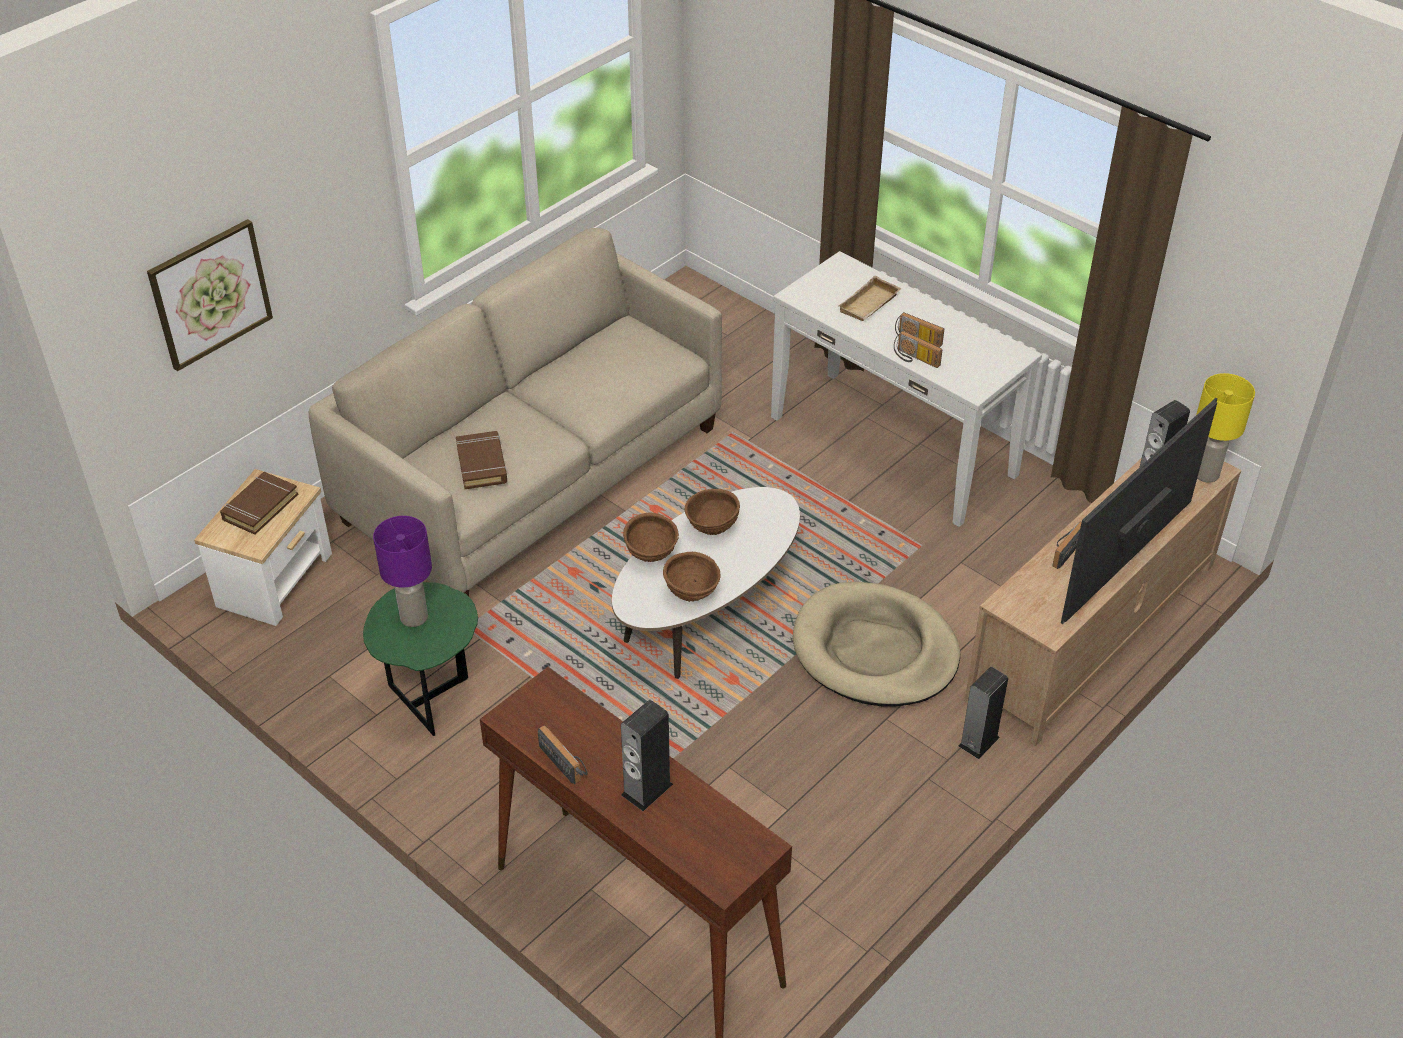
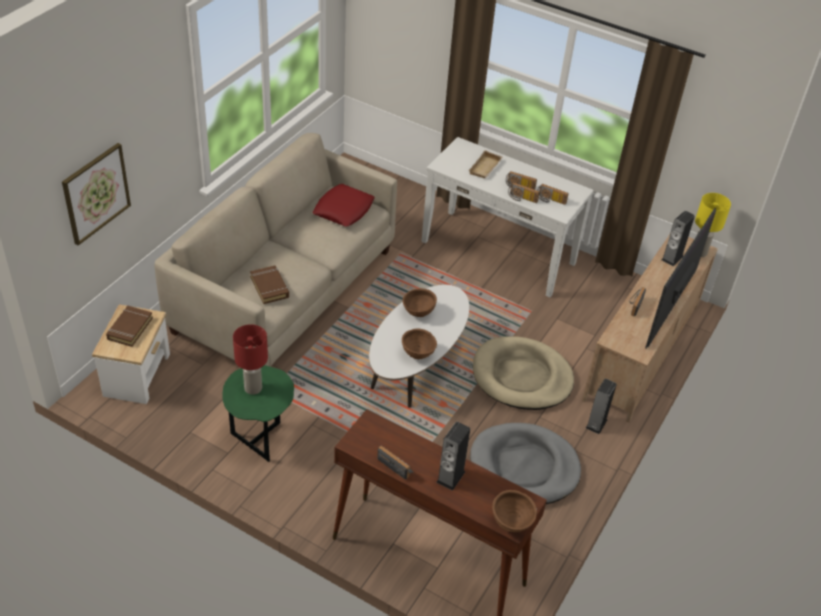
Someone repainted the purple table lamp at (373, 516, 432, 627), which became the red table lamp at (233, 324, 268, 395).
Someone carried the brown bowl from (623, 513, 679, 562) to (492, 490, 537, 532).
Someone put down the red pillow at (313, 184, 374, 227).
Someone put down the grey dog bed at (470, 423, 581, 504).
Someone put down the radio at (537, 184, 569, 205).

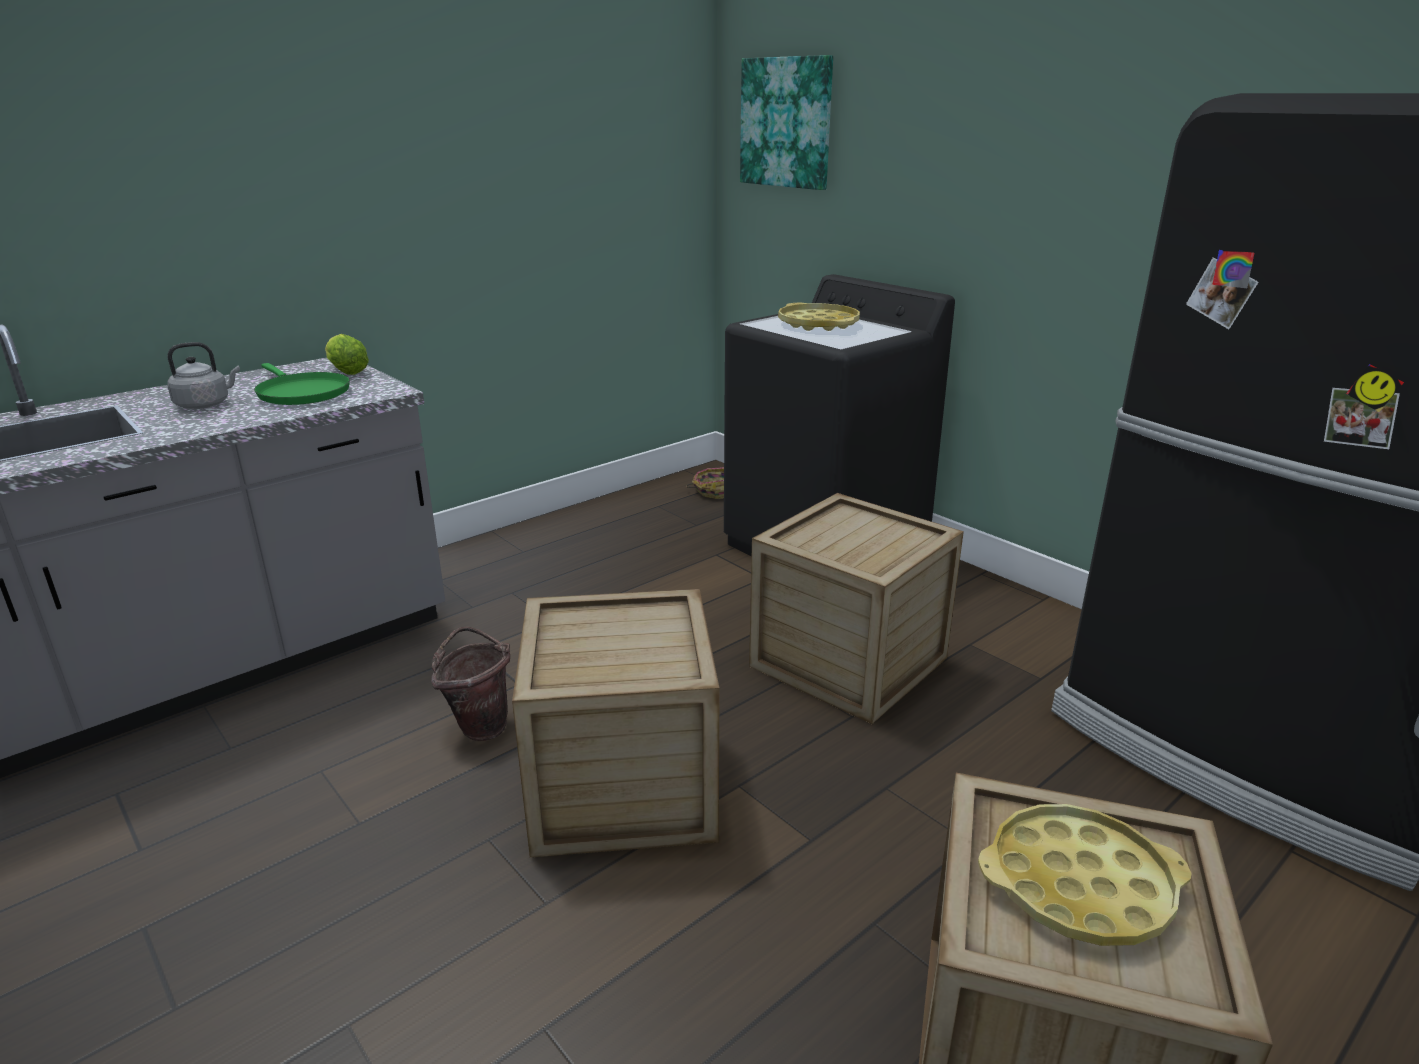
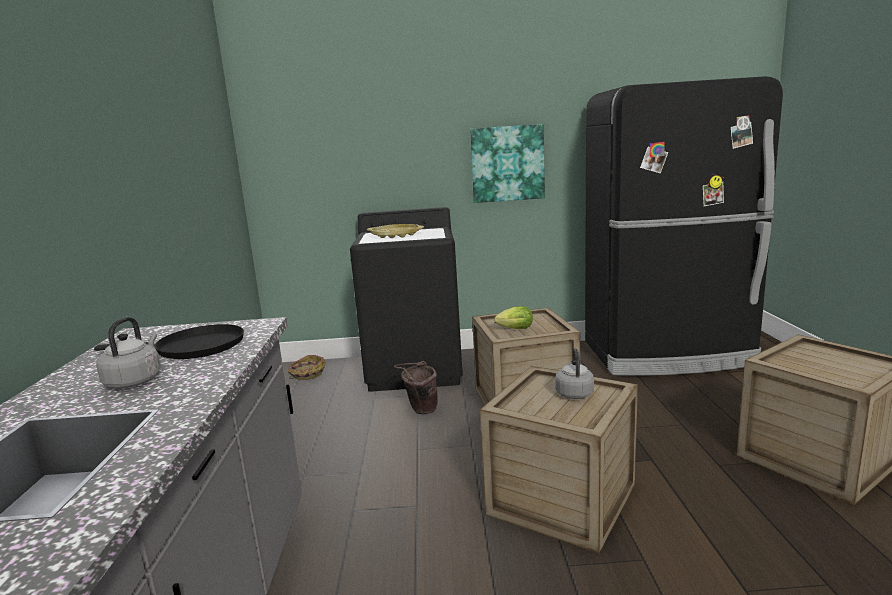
Someone repainted the green frying pan at (254, 363, 350, 405), which became the black frying pan at (94, 324, 244, 359).
Someone carried the lettuce from (325, 334, 369, 375) to (494, 306, 533, 329).
Someone carried the brown bucket from (431, 627, 510, 741) to (394, 361, 437, 414).
Someone carried the picture from (740, 55, 833, 190) to (470, 124, 545, 203).
Someone took away the yellow tray at (978, 804, 1192, 946).
Someone put down the grey kettle at (555, 348, 594, 399).

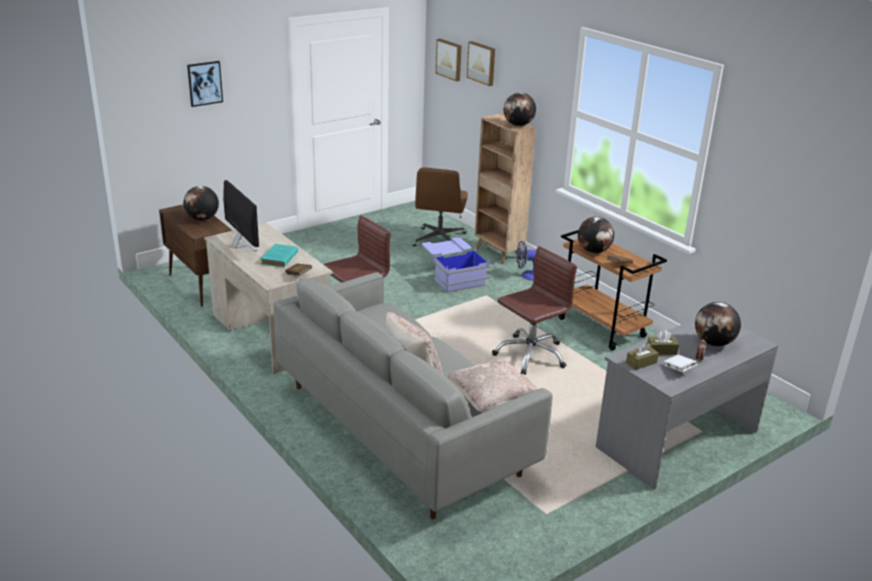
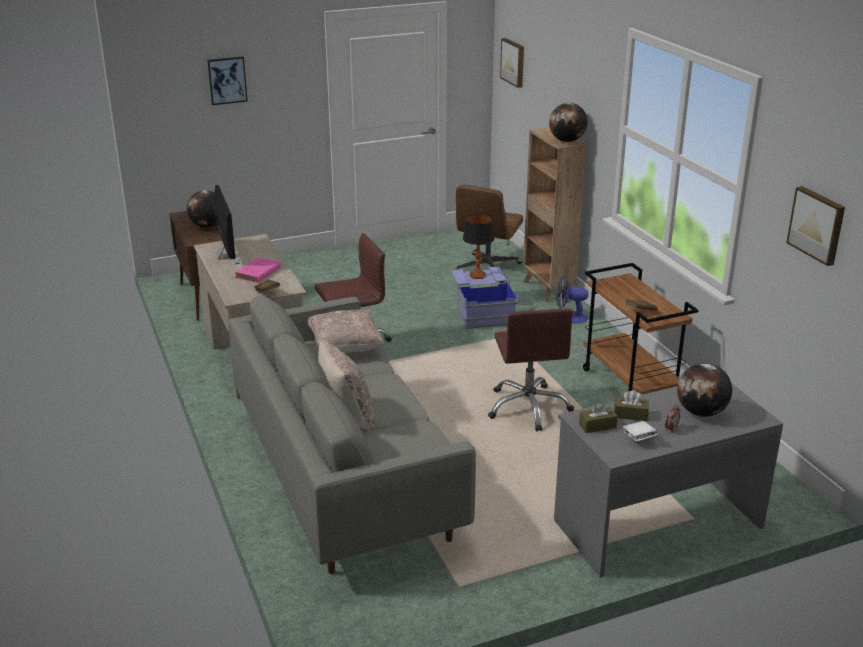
Someone repainted the turquoise book at (261, 244, 298, 267), which became the pink book at (235, 257, 281, 283).
Someone carried the beige pillow from (447, 358, 538, 413) to (308, 310, 384, 354).
Someone carried the picture from (467, 41, 495, 86) to (786, 186, 845, 266).
Someone rotated the brown office chair at (492, 246, 577, 375) by 105 degrees clockwise.
Someone took away the globe at (578, 217, 614, 253).
Someone put down the table lamp at (463, 214, 494, 279).

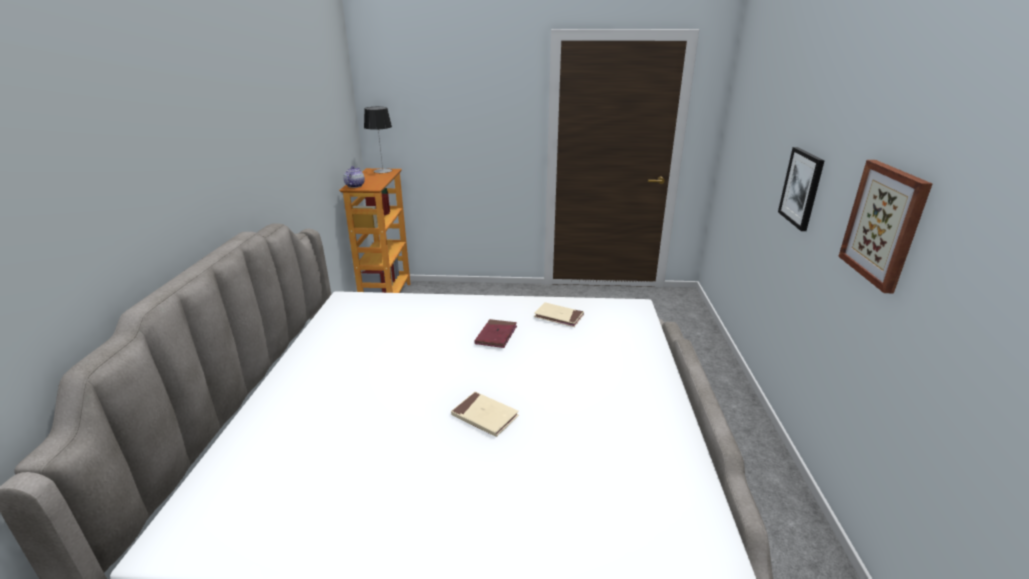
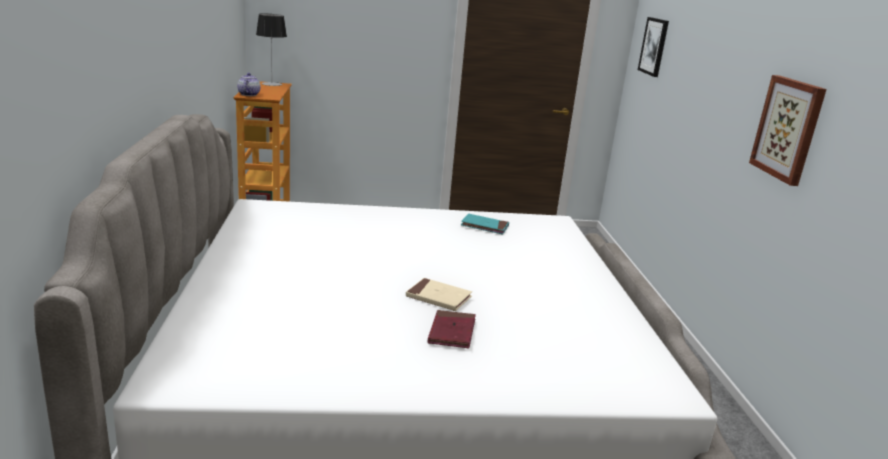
Someone carried the red book from (475, 319, 517, 348) to (428, 310, 476, 348).
Someone repainted the beige book at (534, 302, 584, 327), which became the turquoise book at (461, 214, 509, 235).
Someone carried the picture from (778, 147, 825, 231) to (638, 17, 669, 77).

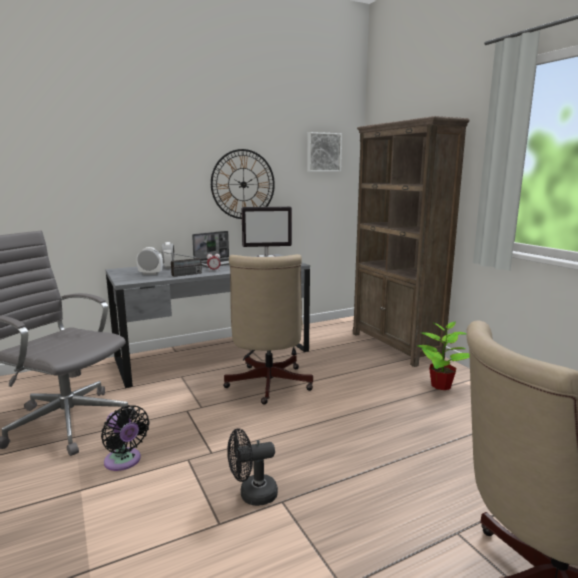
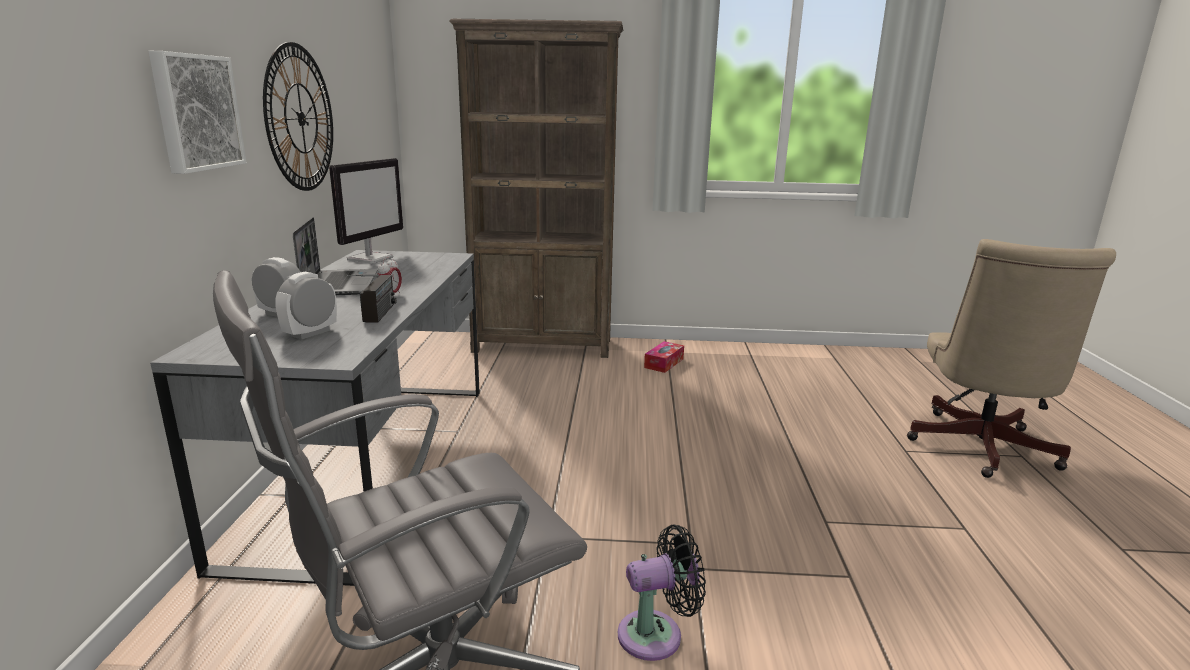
Someone took away the beige office chair at (223, 254, 313, 404).
Someone took away the black fan at (227, 428, 278, 506).
Someone carried the picture from (307, 132, 342, 172) to (148, 51, 246, 174).
Someone swapped the potted plant at (417, 321, 470, 390) for the tissue box at (644, 341, 684, 373).

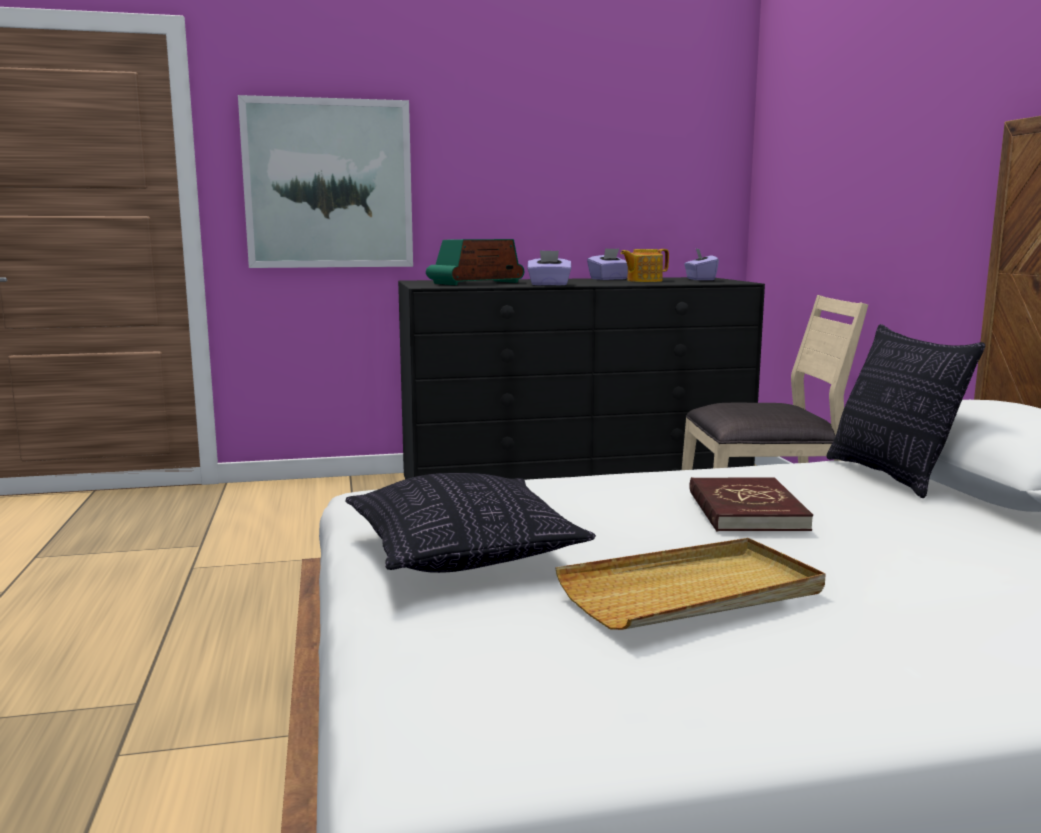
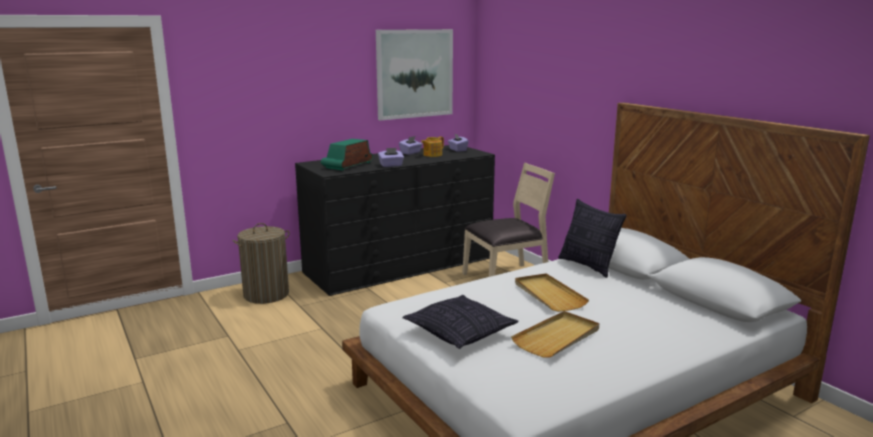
Someone carried the picture from (238, 95, 413, 268) to (376, 29, 453, 120).
Someone swapped the red book at (689, 477, 813, 531) for the beige tray at (515, 273, 589, 312).
Someone put down the laundry basket at (233, 223, 290, 304).

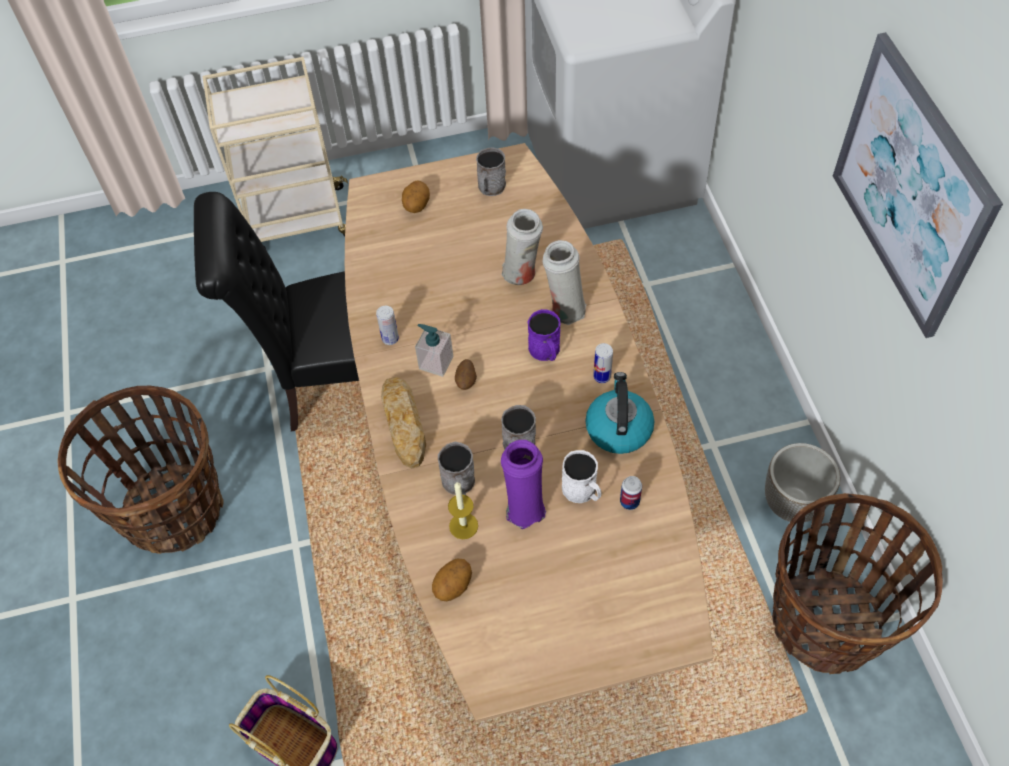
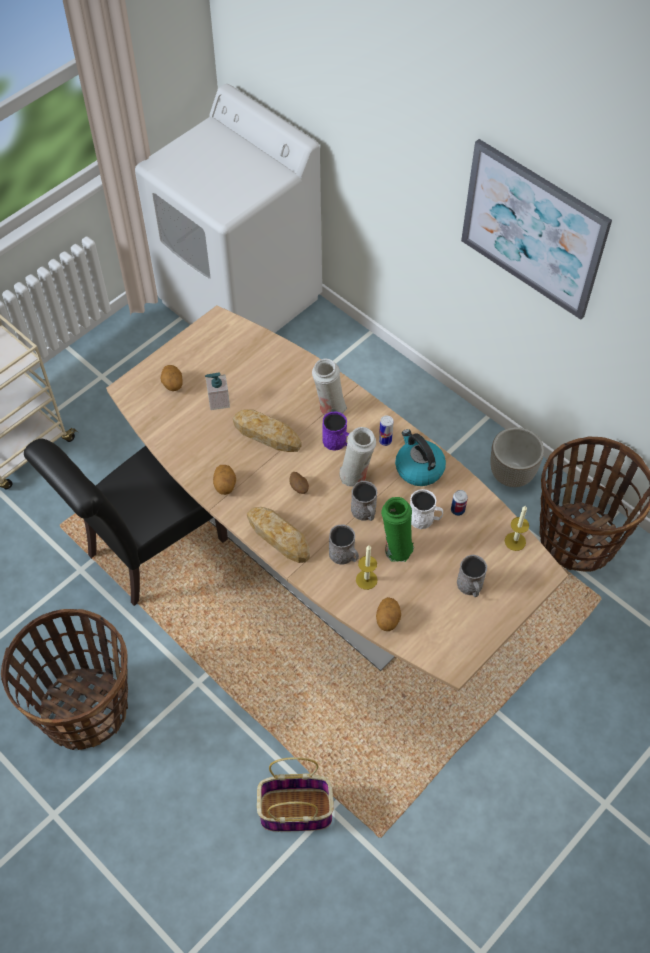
Someone swapped the can at (376, 306, 399, 345) for the potato at (213, 465, 236, 495).
Someone carried the soap dispenser from (415, 324, 453, 377) to (205, 372, 230, 410).
Someone carried the grey mug from (476, 147, 506, 196) to (457, 555, 487, 597).
Someone repainted the purple vase at (501, 440, 546, 529), which became the green vase at (381, 497, 414, 562).
Someone carried the white vase from (502, 209, 543, 285) to (339, 427, 376, 487).
Someone put down the bread at (233, 410, 302, 452).
Someone put down the candle at (505, 505, 529, 551).

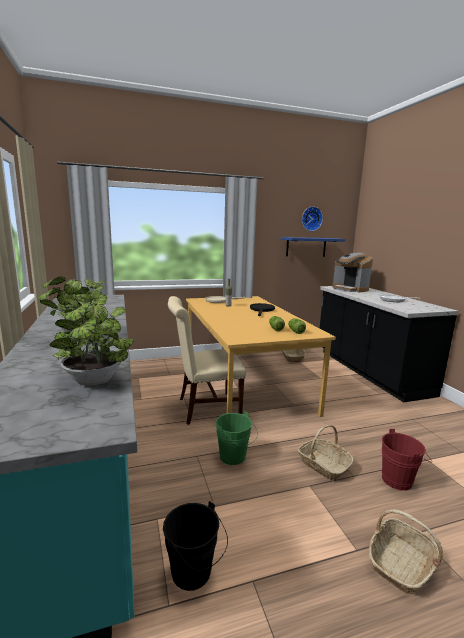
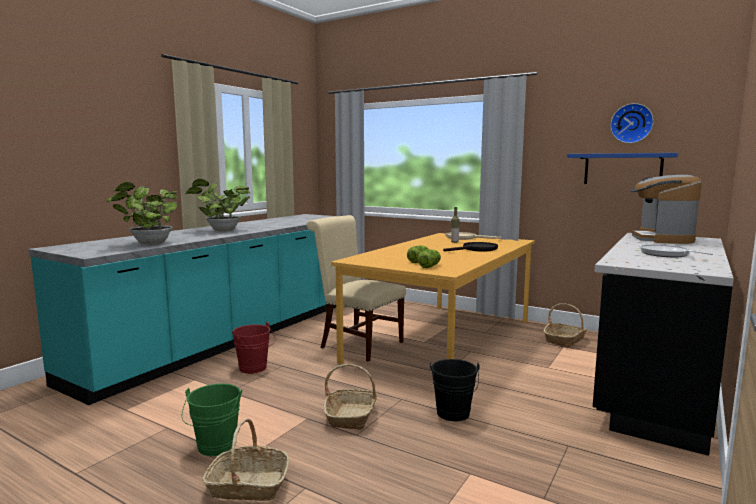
Someone carried the black bucket from (163, 501, 228, 591) to (430, 359, 480, 422).
Someone carried the green bucket from (216, 412, 258, 465) to (182, 383, 242, 456).
Someone carried the red bucket from (382, 429, 432, 491) to (232, 322, 275, 374).

